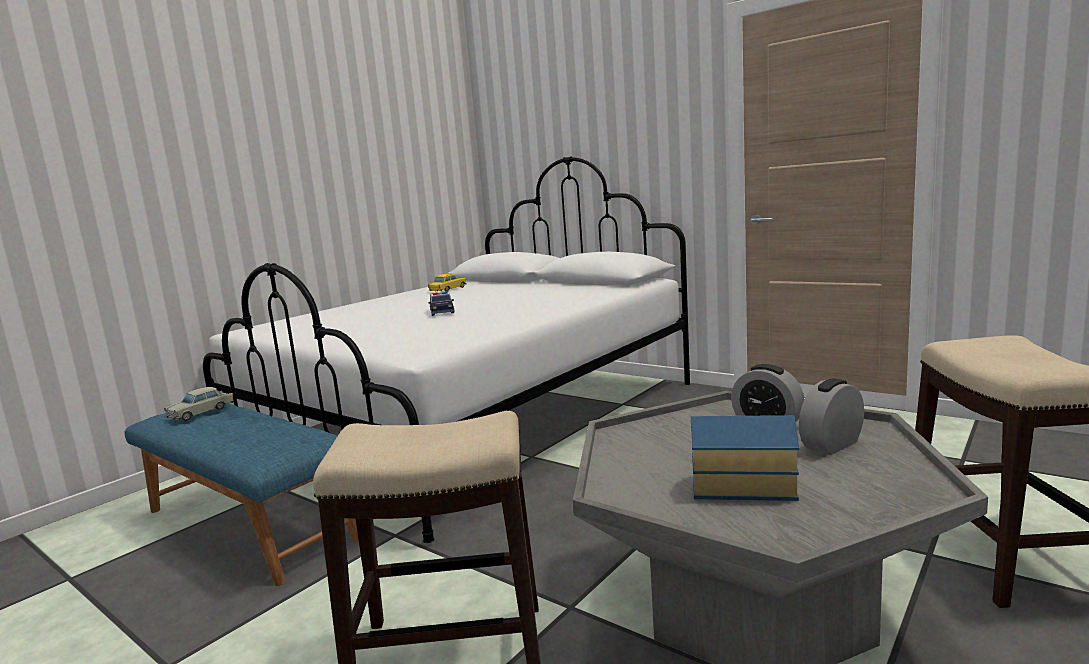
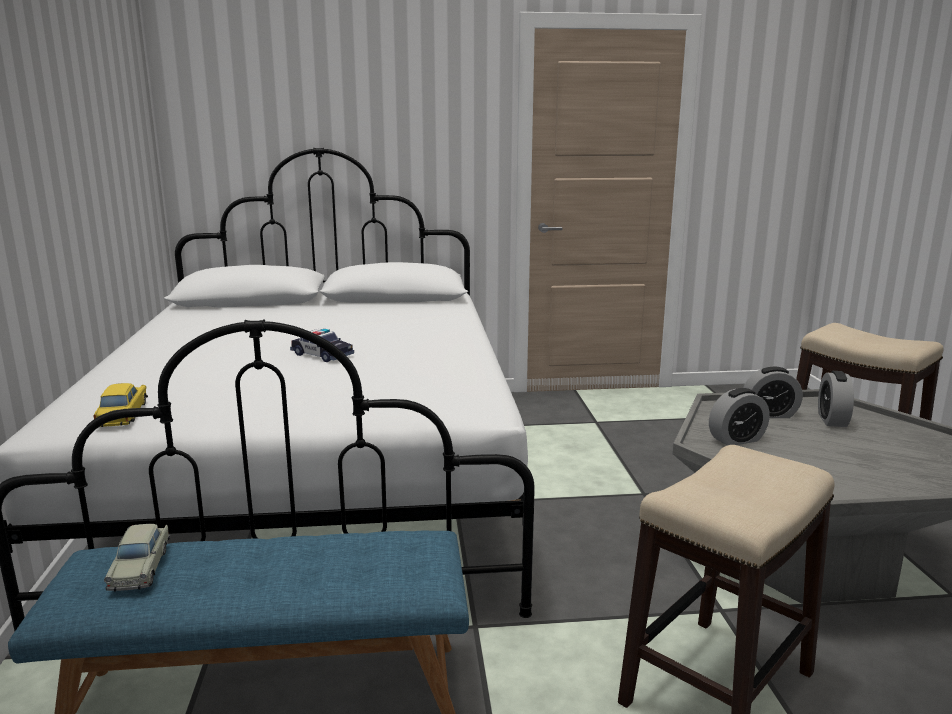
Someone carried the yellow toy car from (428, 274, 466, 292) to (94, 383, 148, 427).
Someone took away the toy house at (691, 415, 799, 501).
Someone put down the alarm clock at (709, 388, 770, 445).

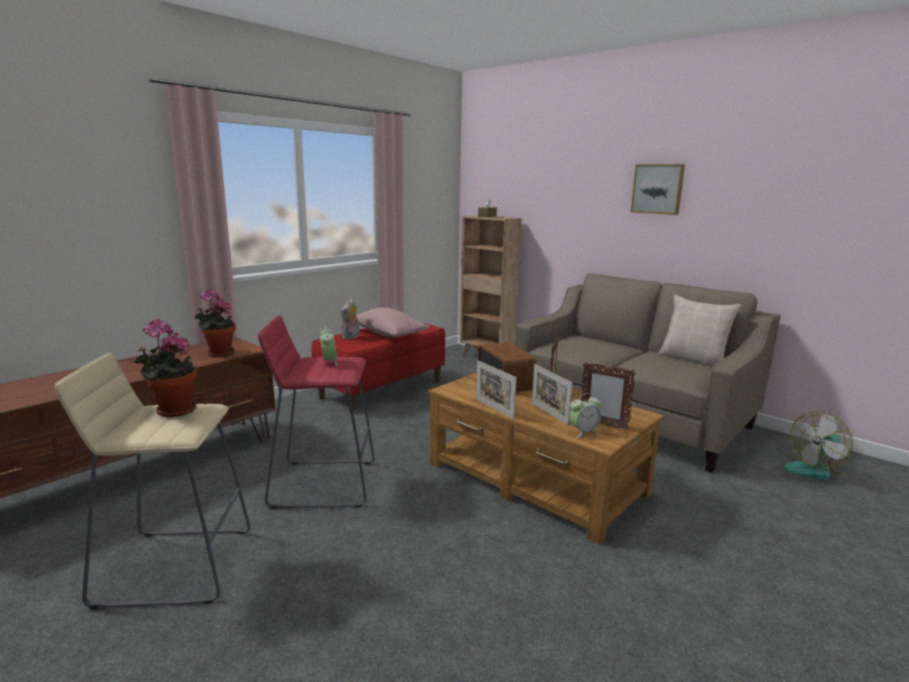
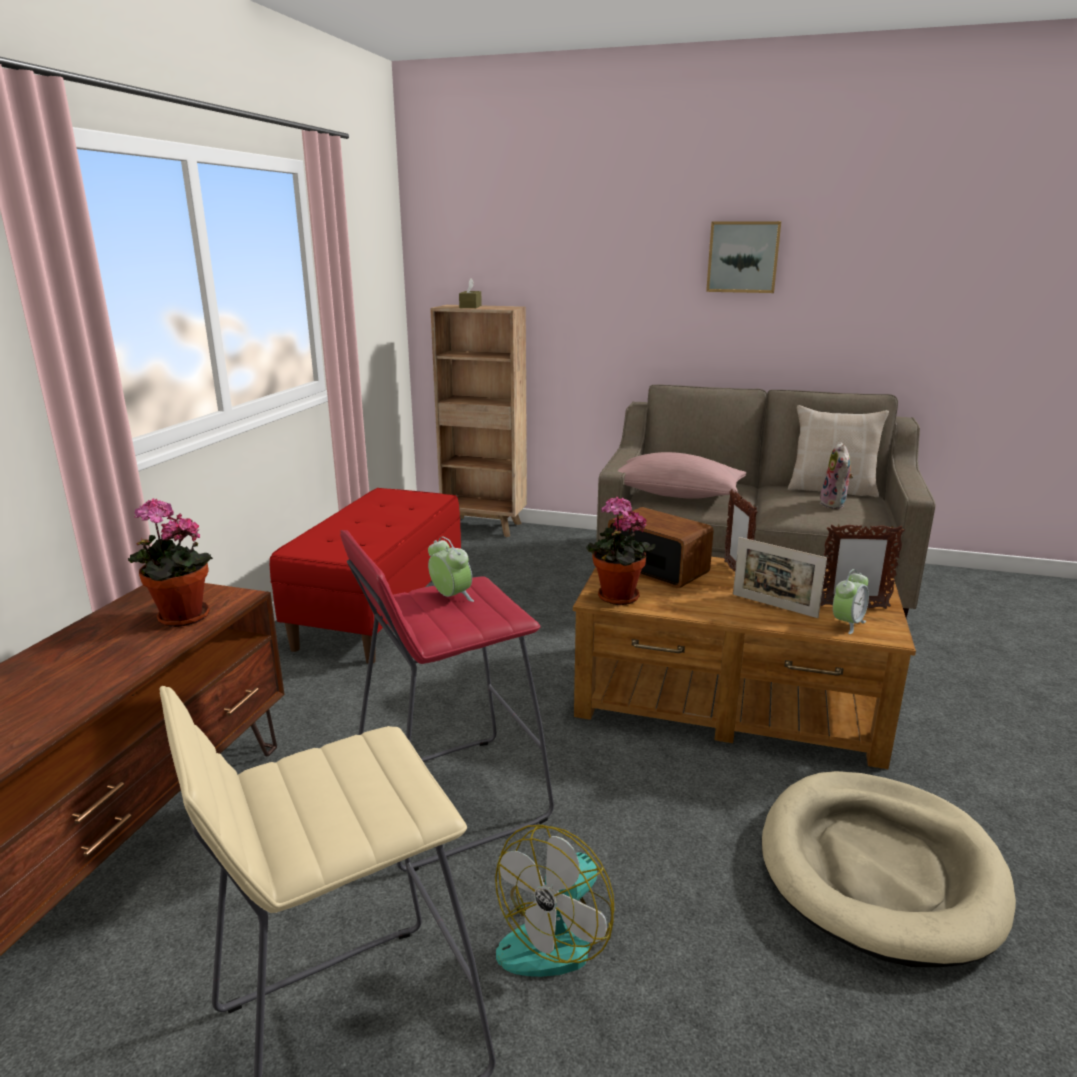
Someone carried the potted plant from (133, 319, 197, 417) to (586, 496, 656, 605).
Someone carried the plush toy from (341, 299, 359, 340) to (820, 442, 854, 509).
Someone carried the pink pillow from (356, 307, 430, 338) to (618, 452, 746, 499).
Someone took away the picture frame at (476, 360, 517, 419).
Someone carried the fan from (784, 411, 853, 480) to (495, 825, 614, 977).
Someone put down the beige dog bed at (762, 771, 1016, 967).

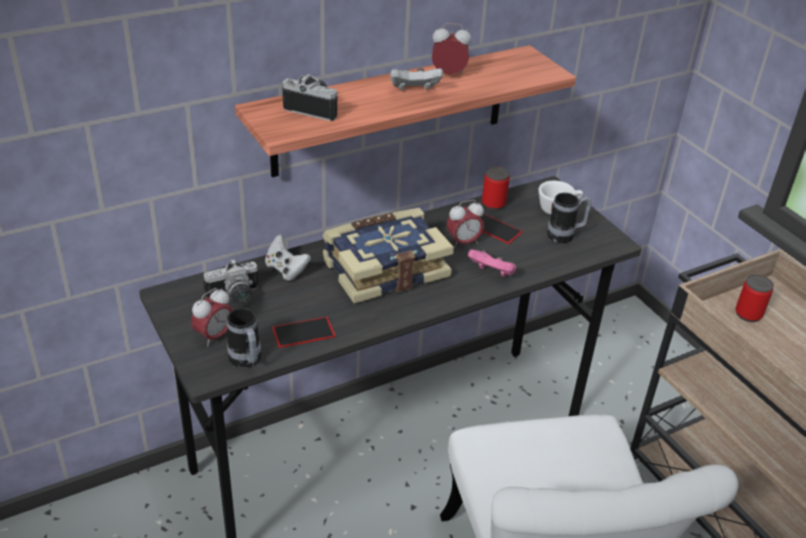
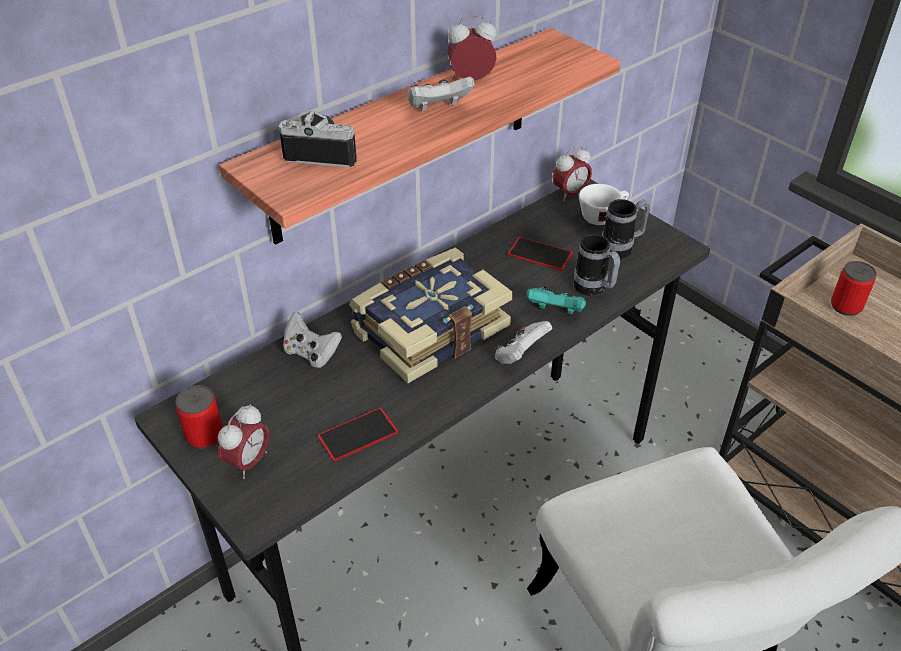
Someone took away the photo camera at (203, 259, 258, 305).
Someone carried the mug from (227, 308, 261, 368) to (573, 234, 620, 296).
Someone carried the alarm clock from (447, 200, 484, 248) to (552, 146, 592, 202).
Someone repainted the pink game controller at (468, 250, 516, 277), which became the turquoise game controller at (527, 285, 586, 315).
Someone carried the can from (482, 166, 510, 210) to (176, 385, 223, 449).
Someone put down the white game controller at (495, 321, 552, 364).

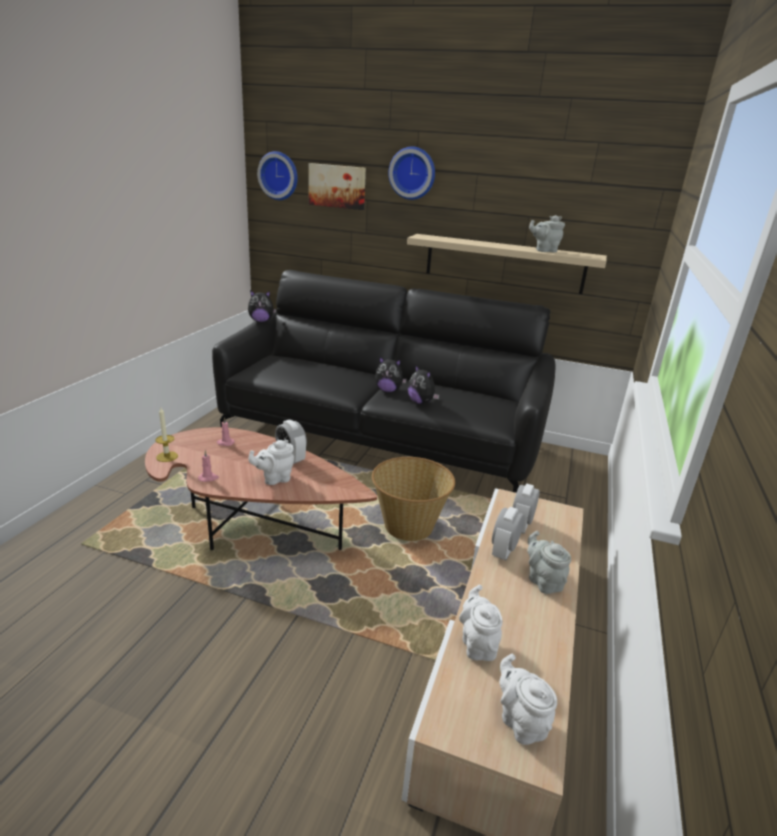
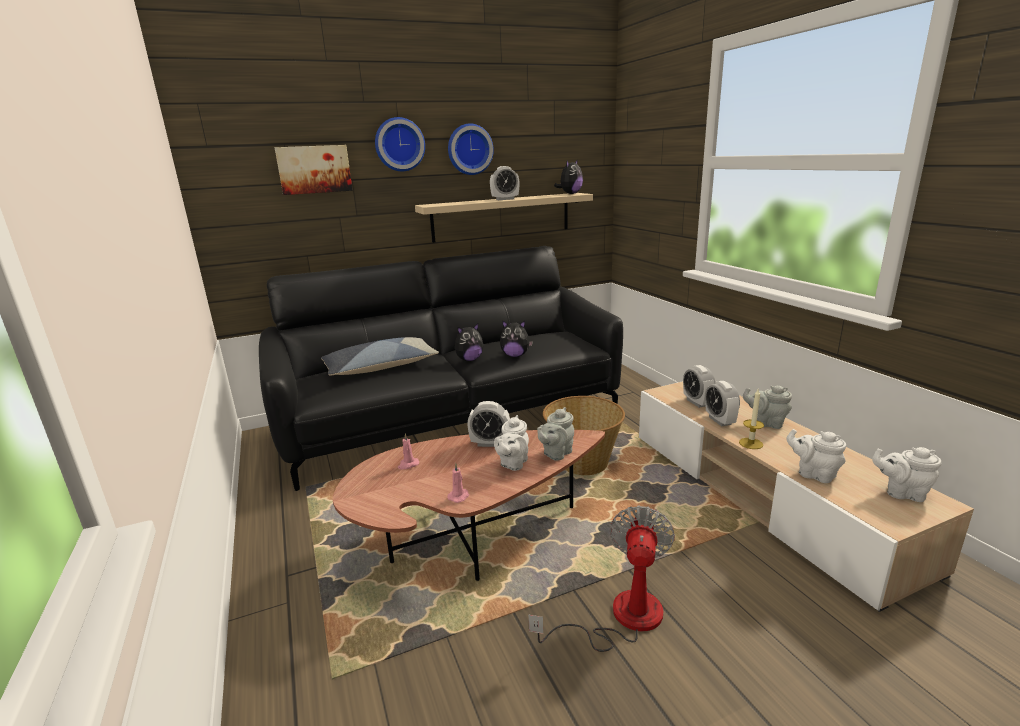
Someone carried the candle from (155, 408, 178, 462) to (739, 389, 764, 449).
Someone carried the plush toy from (248, 290, 276, 322) to (554, 160, 583, 194).
Someone carried the wall clock from (257, 151, 298, 200) to (448, 123, 494, 175).
Someone carried the grey teapot from (529, 215, 565, 253) to (537, 407, 574, 460).
Someone put down the pillow at (321, 337, 439, 376).
Someone put down the alarm clock at (490, 166, 519, 200).
Someone put down the fan at (528, 506, 675, 652).

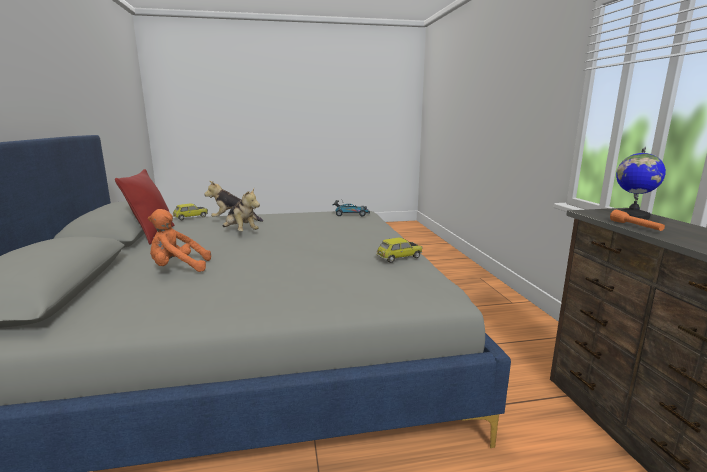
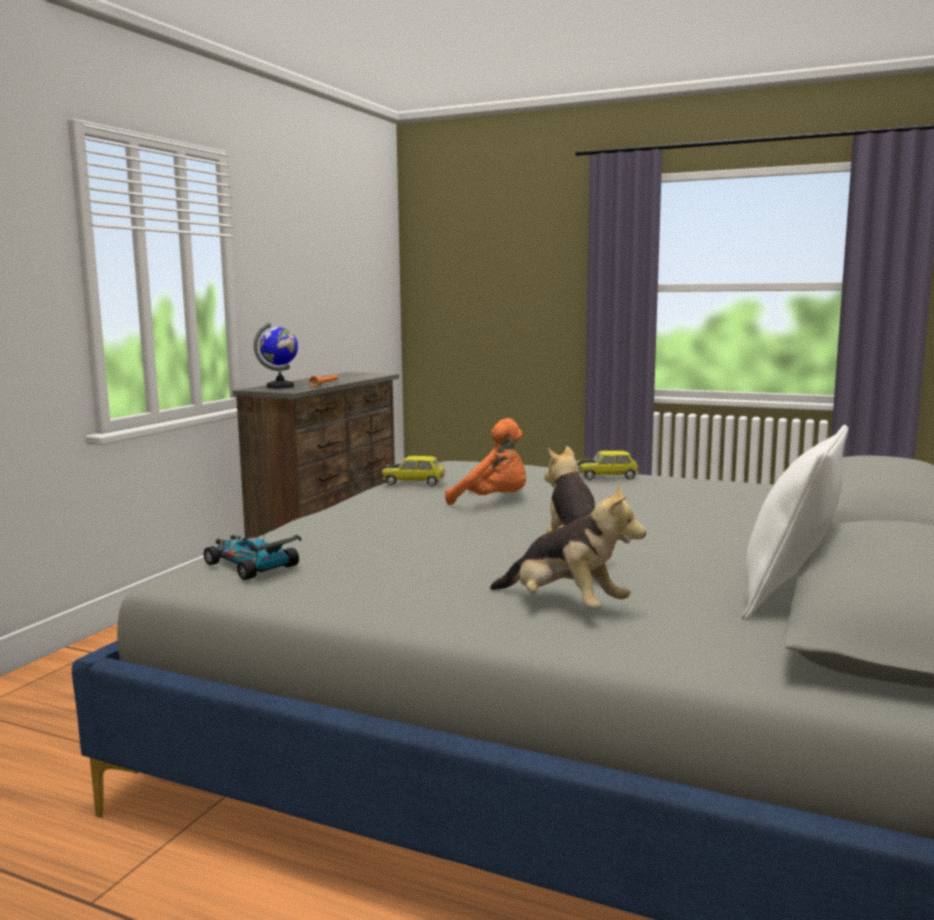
Someone repainted the red pillow at (115, 169, 174, 245), which became the white pillow at (742, 425, 849, 620).
Someone carried the orange plush toy from (148, 209, 211, 272) to (445, 418, 526, 505).
Someone carried the toy car from (173, 204, 208, 220) to (576, 451, 638, 480).

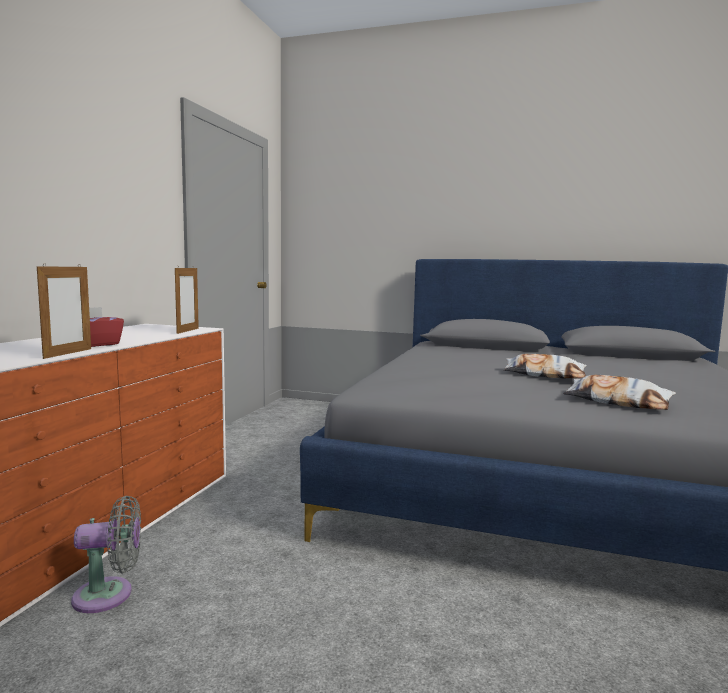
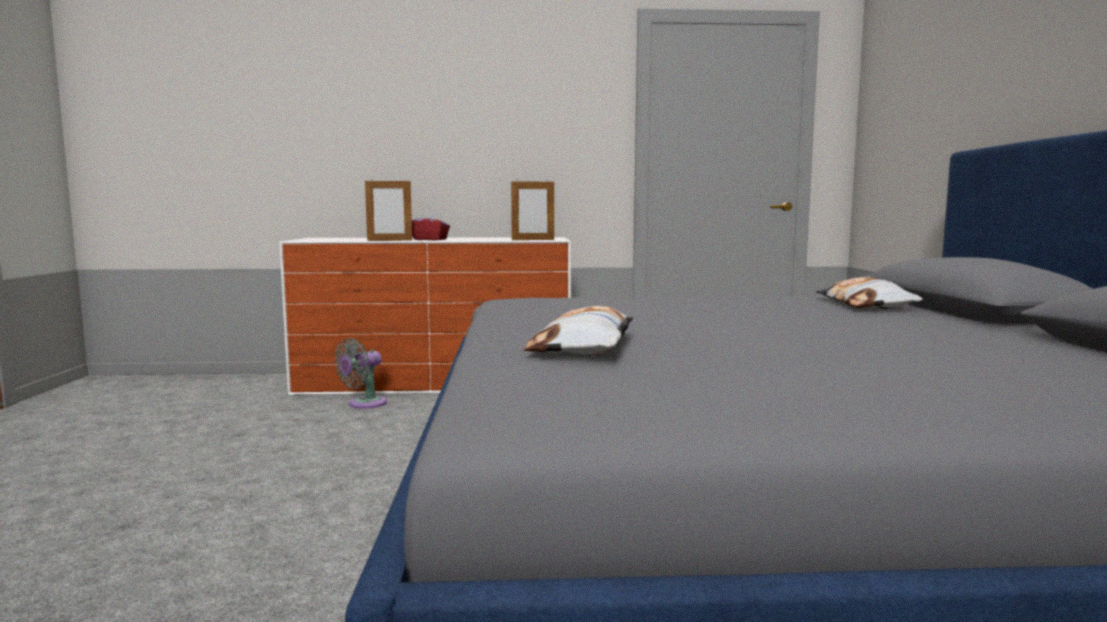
Someone rotated the grey fan at (71, 496, 141, 613) by 75 degrees clockwise.
Someone carried the pillow from (504, 354, 587, 379) to (816, 277, 923, 309).

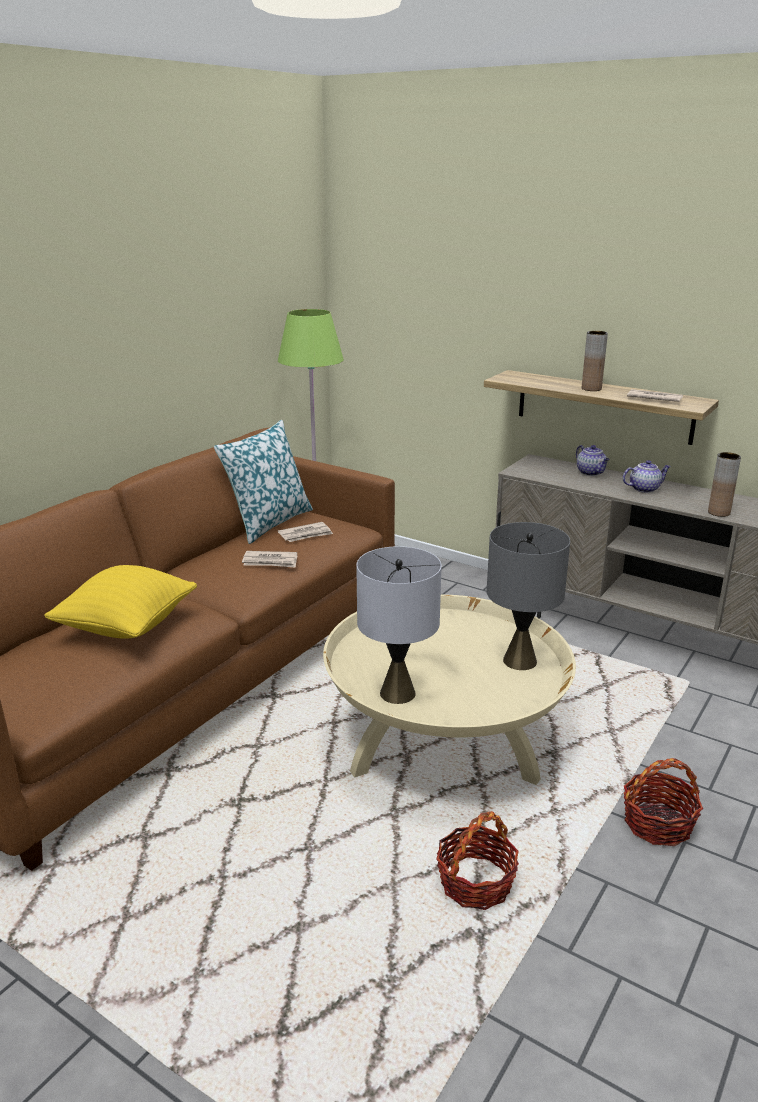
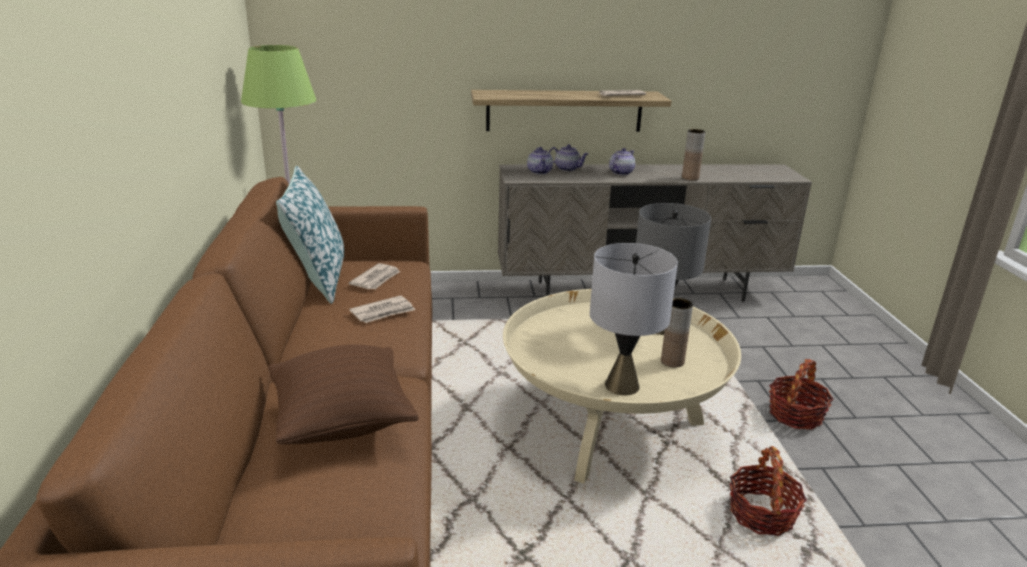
Someone repainted the yellow pillow at (44, 565, 197, 639), which became the brown pillow at (268, 345, 419, 444).
Someone carried the brown vase from (582, 331, 608, 391) to (661, 298, 693, 367).
Someone put down the teapot at (527, 147, 553, 175).

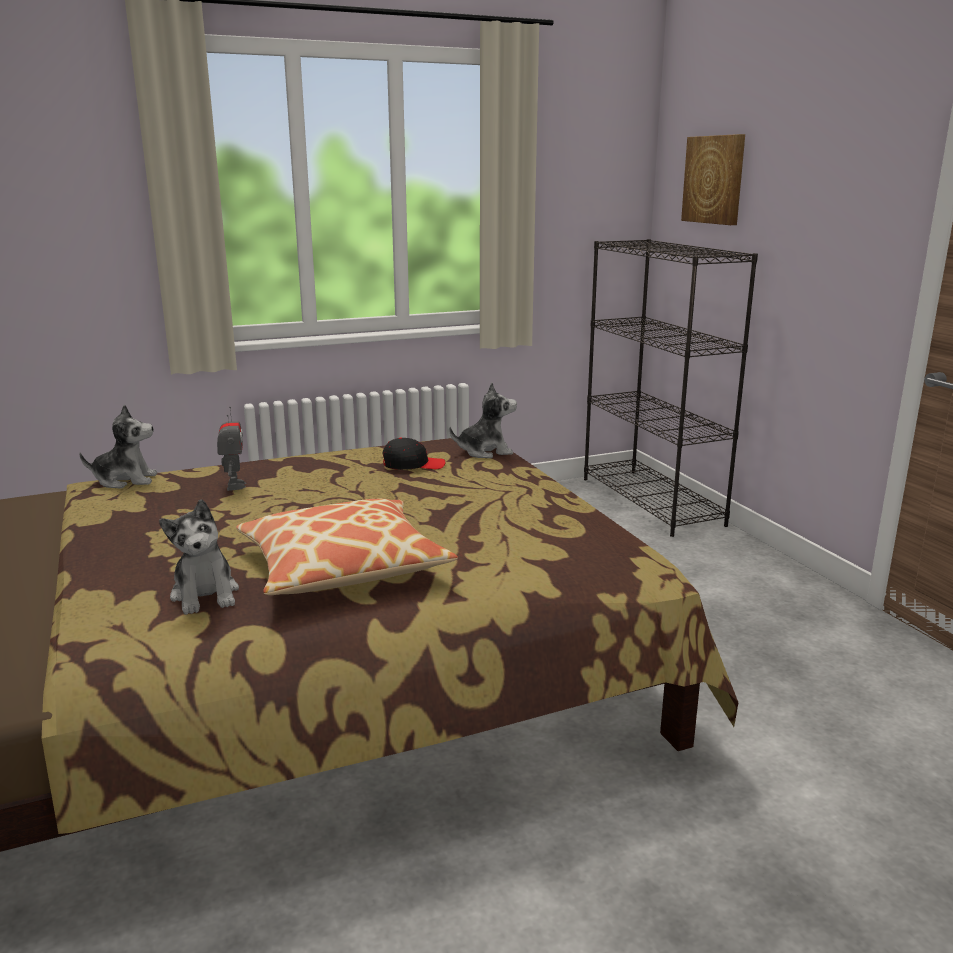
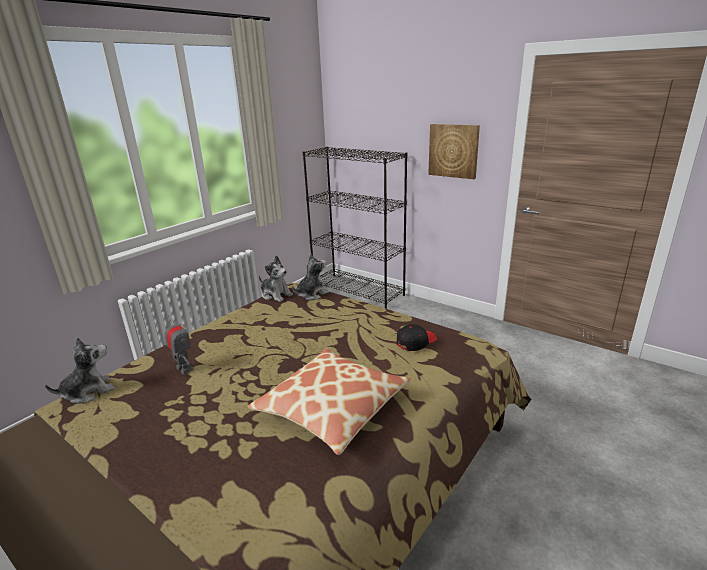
Someone carried the plush toy from (159, 499, 239, 615) to (259, 256, 293, 302).
Someone carried the black cap from (382, 437, 446, 470) to (397, 324, 437, 351).
Someone carried the picture from (681, 134, 745, 225) to (428, 124, 480, 179).

